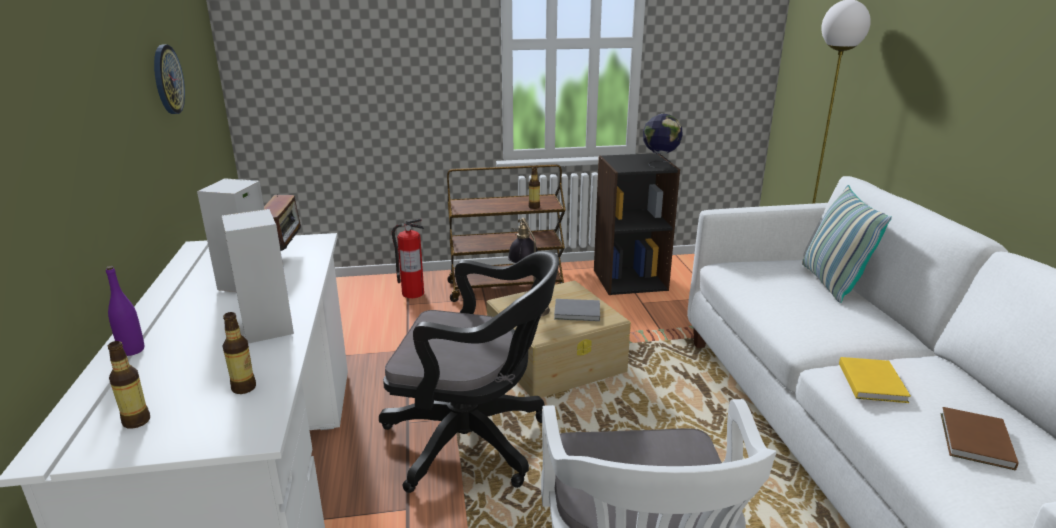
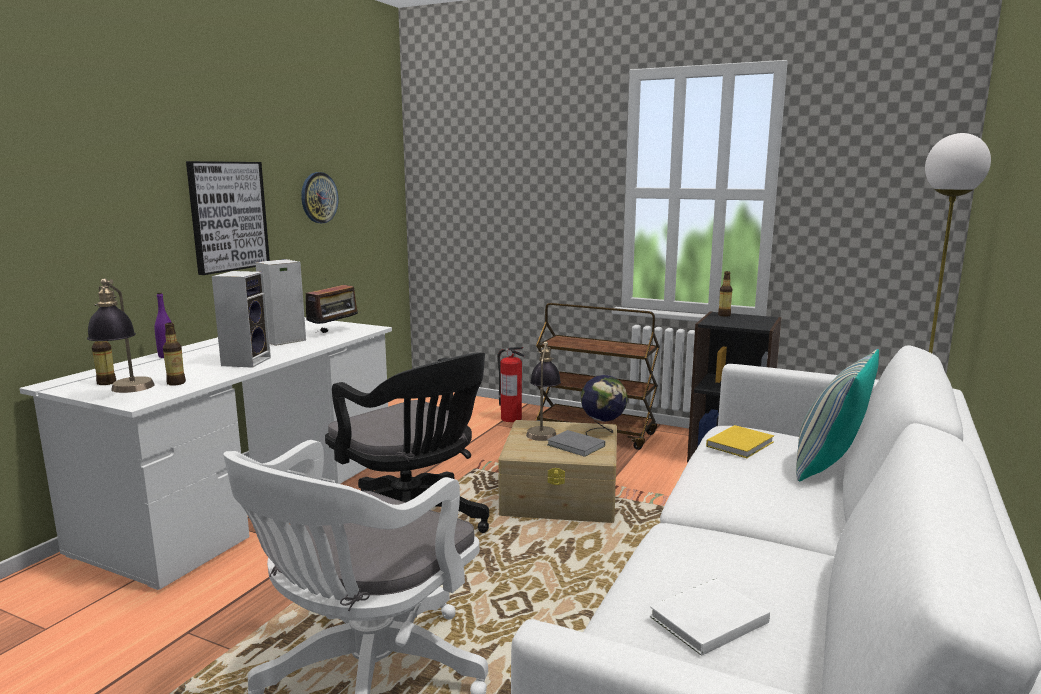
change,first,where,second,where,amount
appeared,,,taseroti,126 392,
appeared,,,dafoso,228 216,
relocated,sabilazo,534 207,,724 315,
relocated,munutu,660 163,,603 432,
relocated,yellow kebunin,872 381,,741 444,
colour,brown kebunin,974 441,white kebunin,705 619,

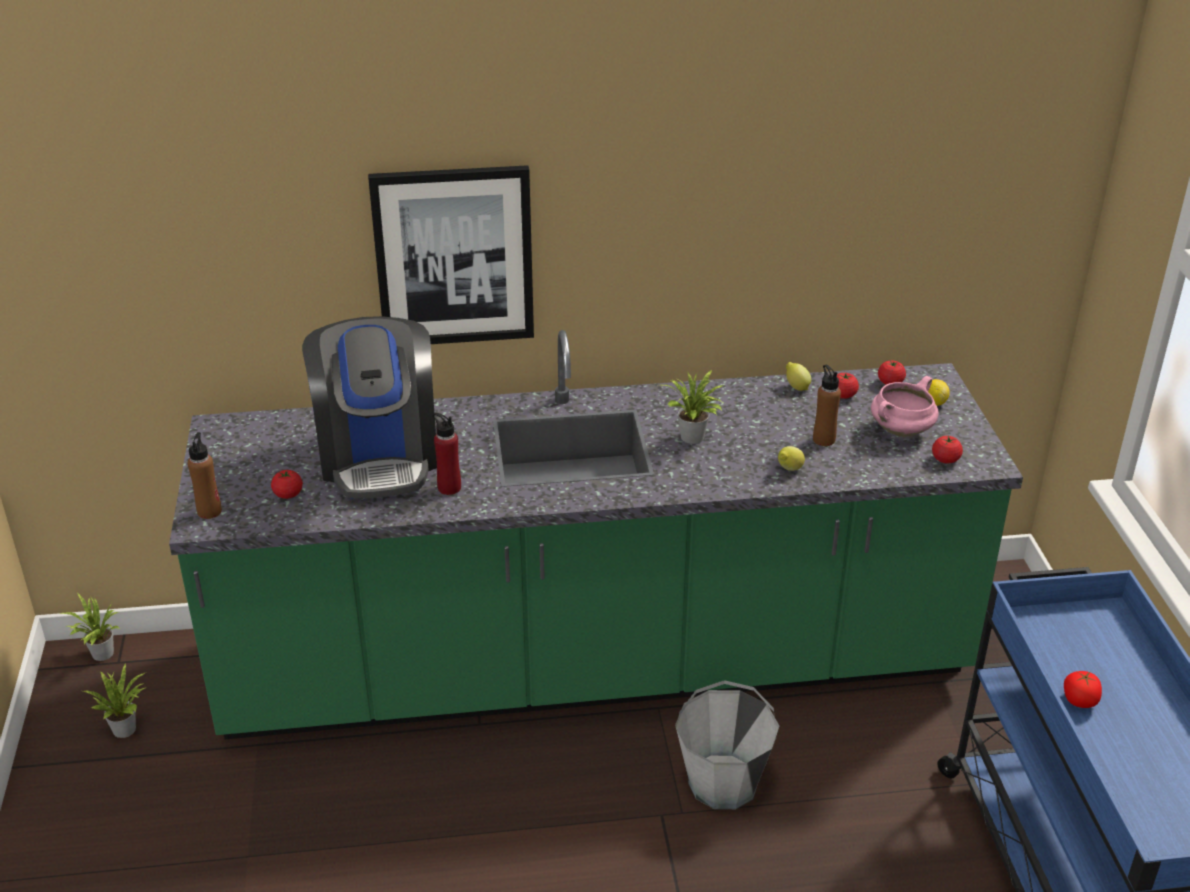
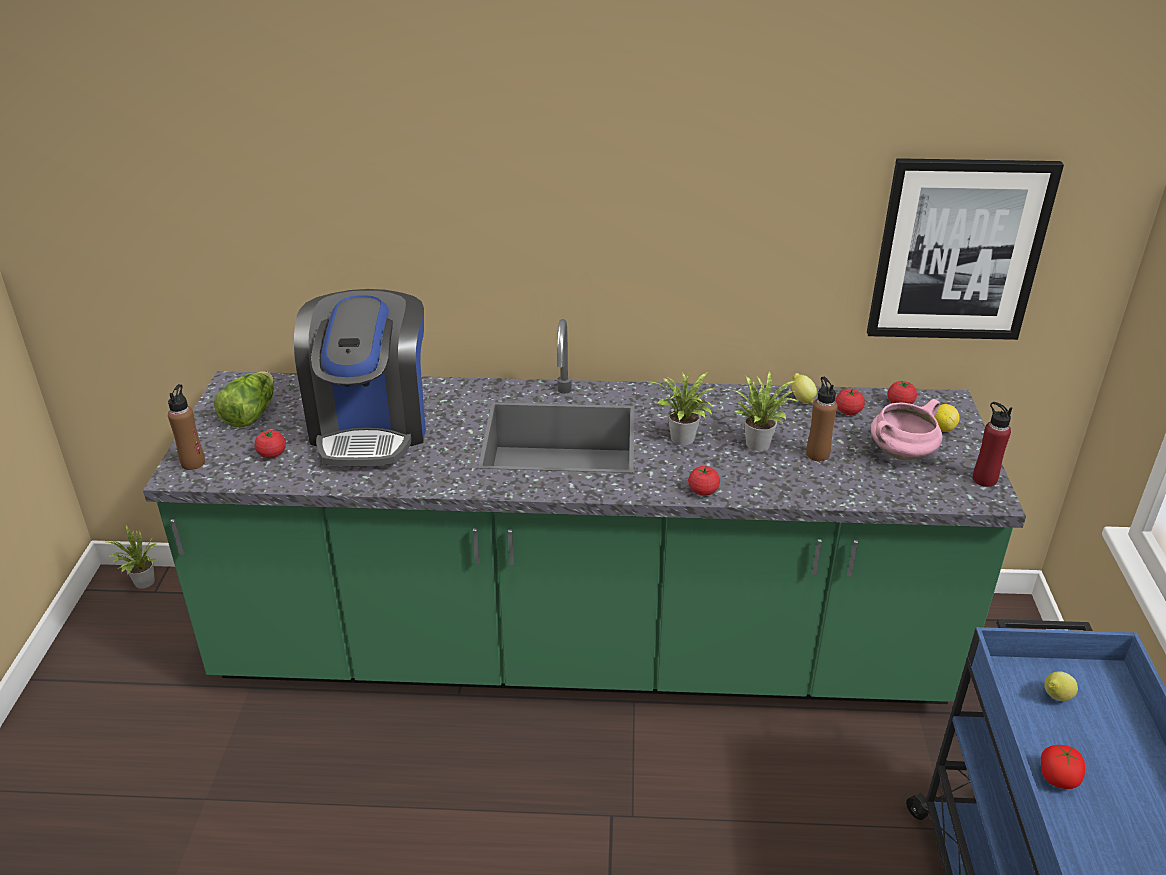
change,first,where,second,where,amount
missing,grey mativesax,723 783,,,
appeared,,,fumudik,250 414,
relocated,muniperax,126 727,,759 442,
relocated,dafoso,454 256,,958 250,
relocated,red sabilazo,449 488,,984 479,
relocated,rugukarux,789 470,,1055 698,
relocated,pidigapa,945 459,,703 491,

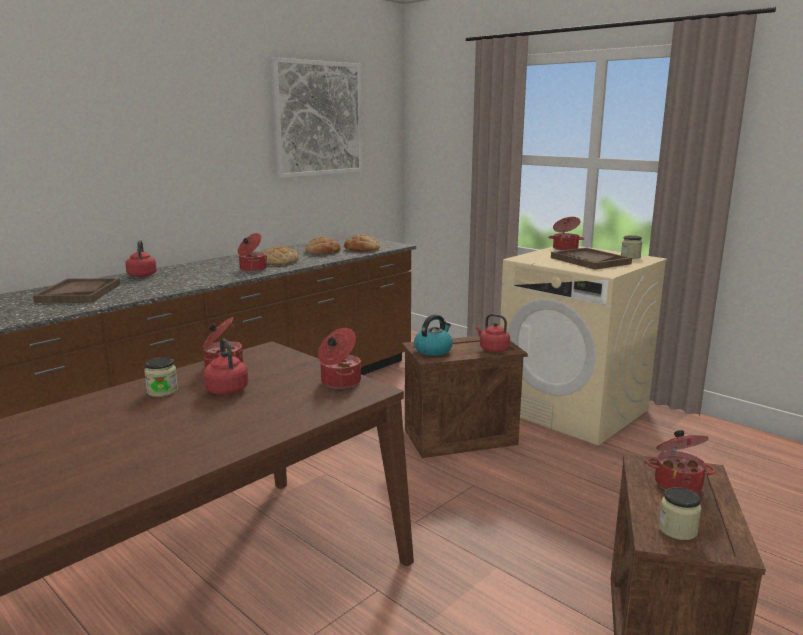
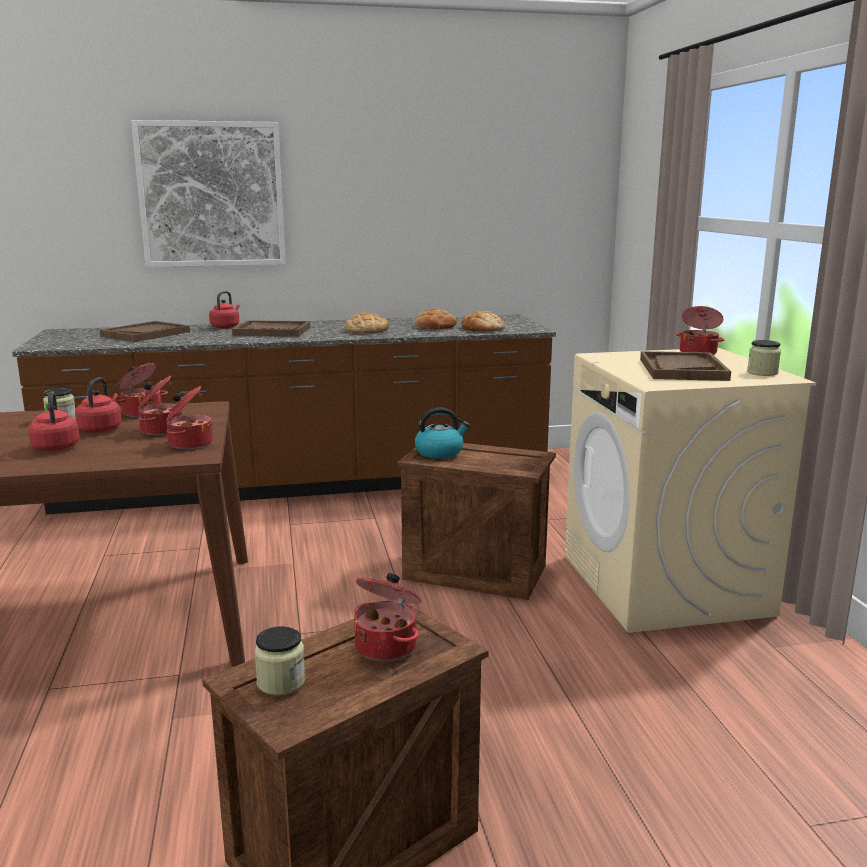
change,first,where,second,where,amount
appeared,,,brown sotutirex,272 331,
relocated,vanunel,252 269,,160 430,
relocated,dafoso,318 119,,211 195,
relocated,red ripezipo,492 349,,56 446,

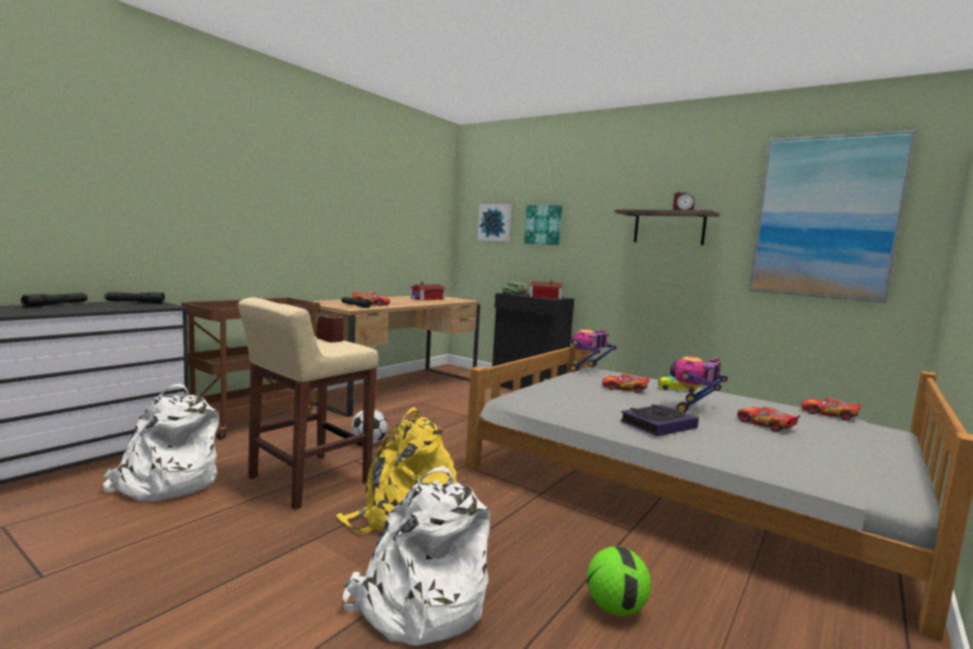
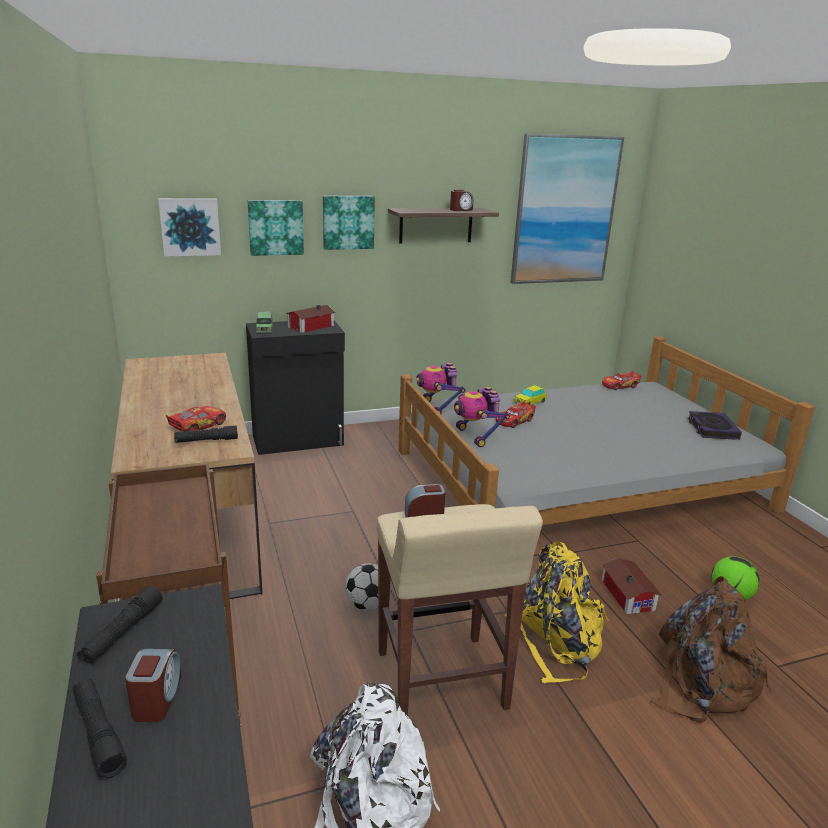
change,first,where,second,where,amount
missing,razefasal,765 425,,,
appeared,,,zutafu,157 698,
appeared,,,dafoso,348 222,
relocated,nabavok,428 299,,628 593,
relocated,kebunin,658 425,,712 429,
relocated,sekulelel,694 408,,476 436,
colour,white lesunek,418 605,brown lesunek,702 681,

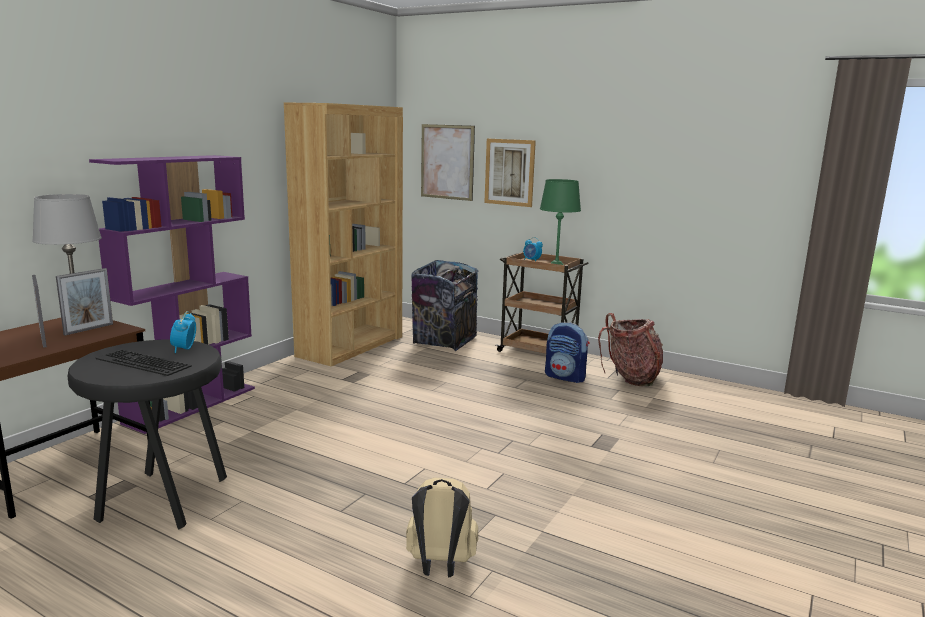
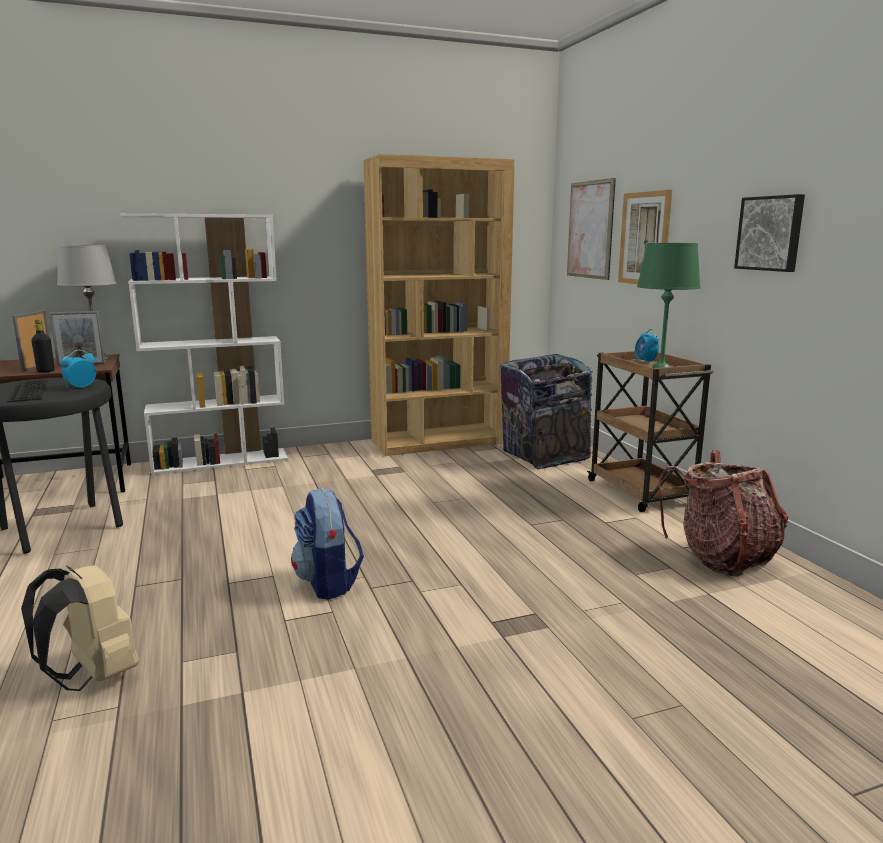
change,first,where,second,where,amount
appeared,,,black sabilazo,46 371,
appeared,,,dafoso,770 233,
relocated,lesunek,566 377,,328 583,
colour,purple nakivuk,192 405,white nakivuk,221 461,

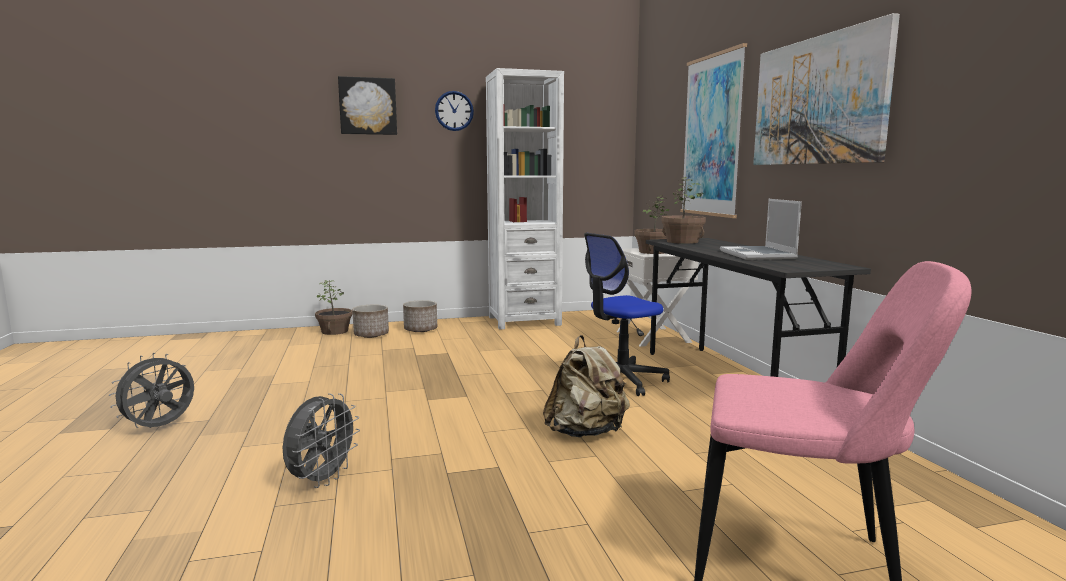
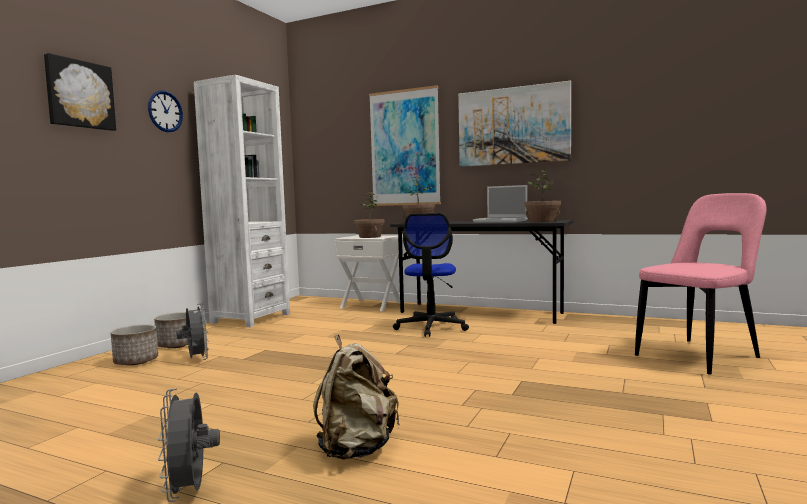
change,first,where,second,where,amount
relocated,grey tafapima,322 480,,196 359,
relocated,muniperax,335 331,,542 221,
relocated,beige lesunek,586 433,,357 449,

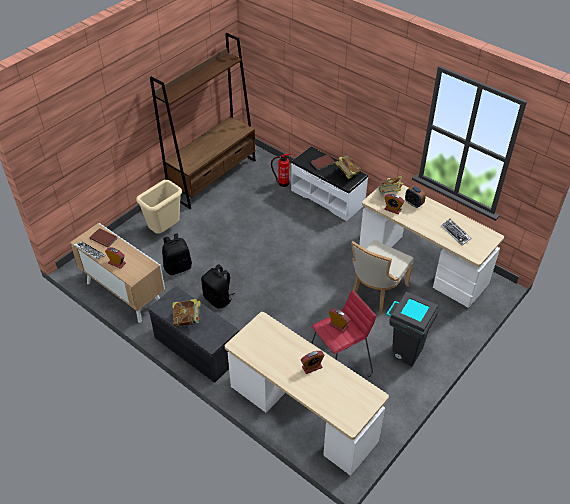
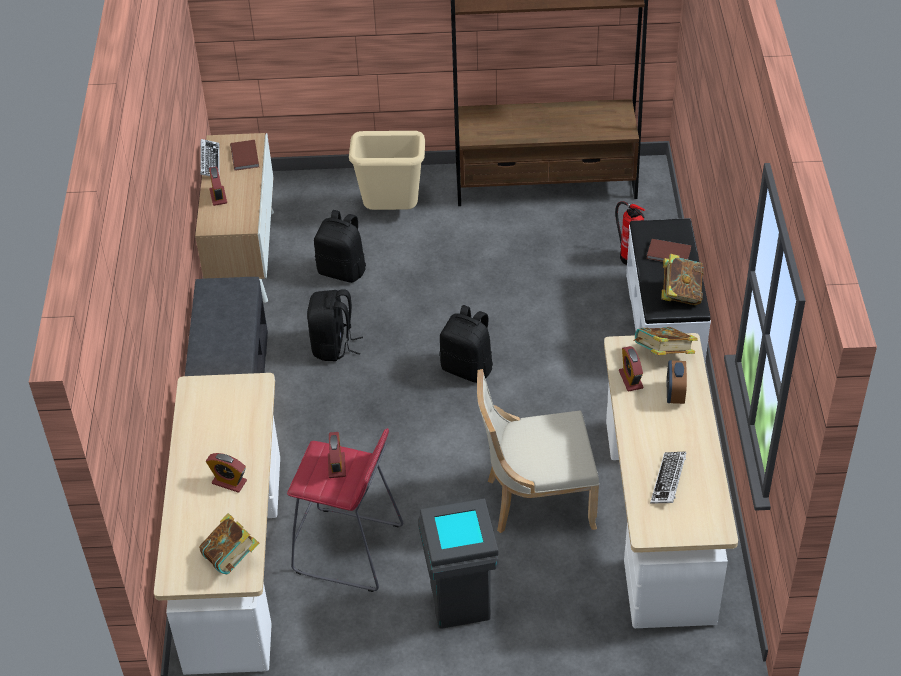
change,first,where,second,where,amount
appeared,,,black lesunek,468 368,
relocated,kebunin,187 320,,231 558,

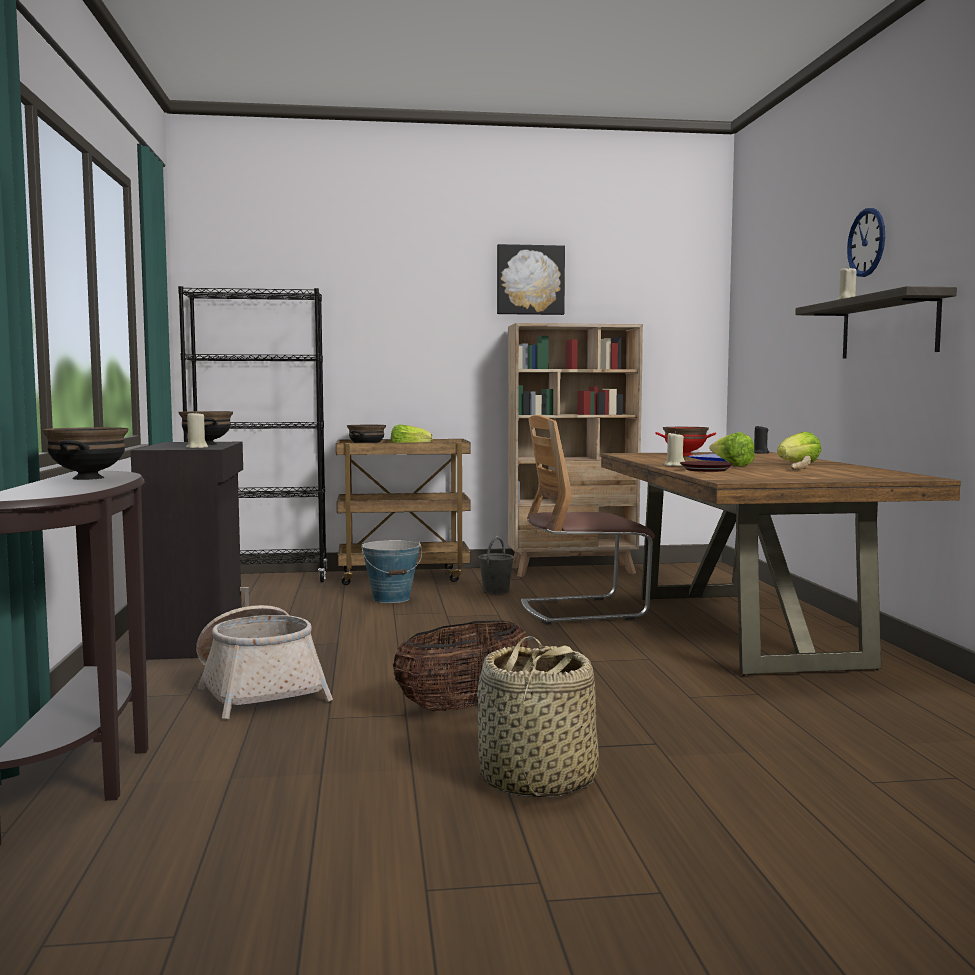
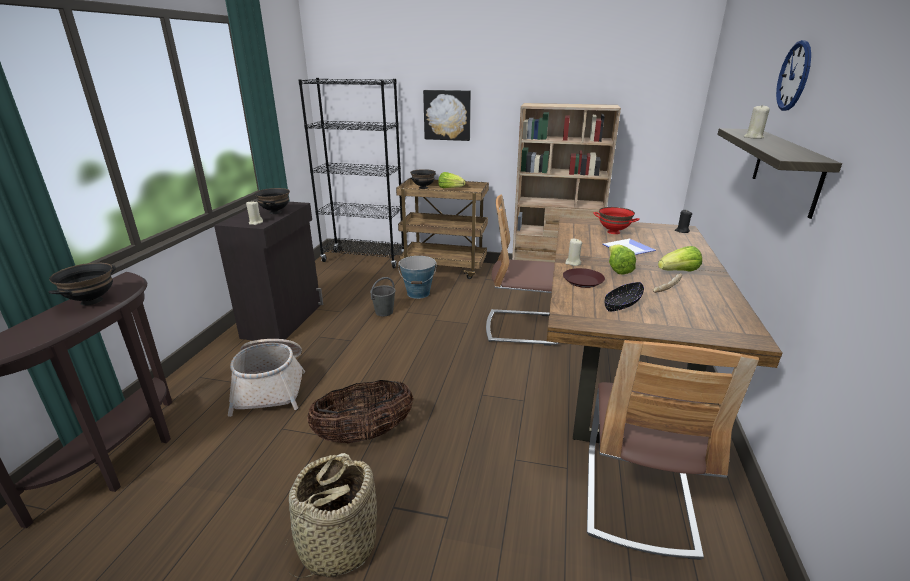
change,first,where,second,where,amount
appeared,,,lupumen,638 498,
appeared,,,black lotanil,622 304,
relocated,grey mativesax,496 590,,384 312,
relocated,dafoso,530 280,,447 115,

